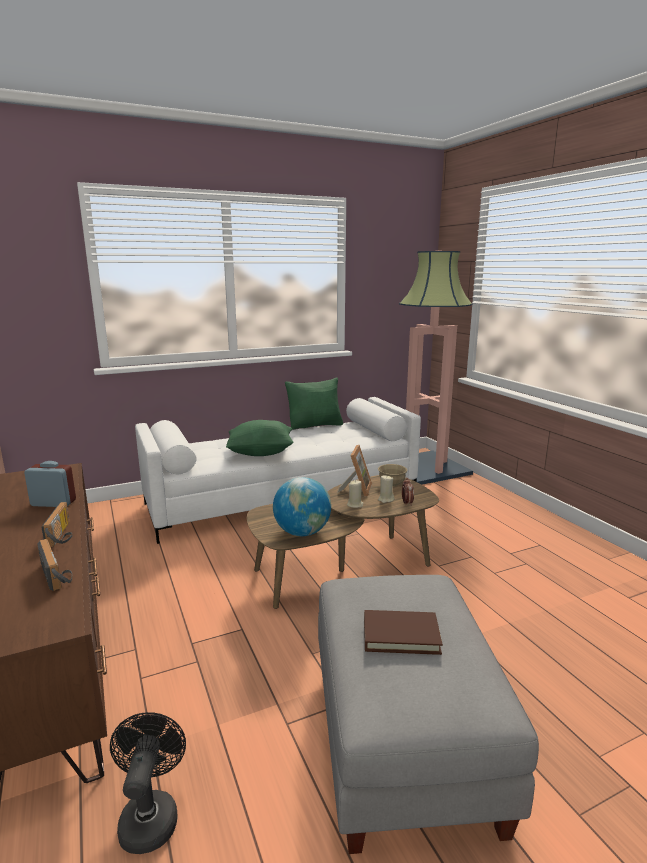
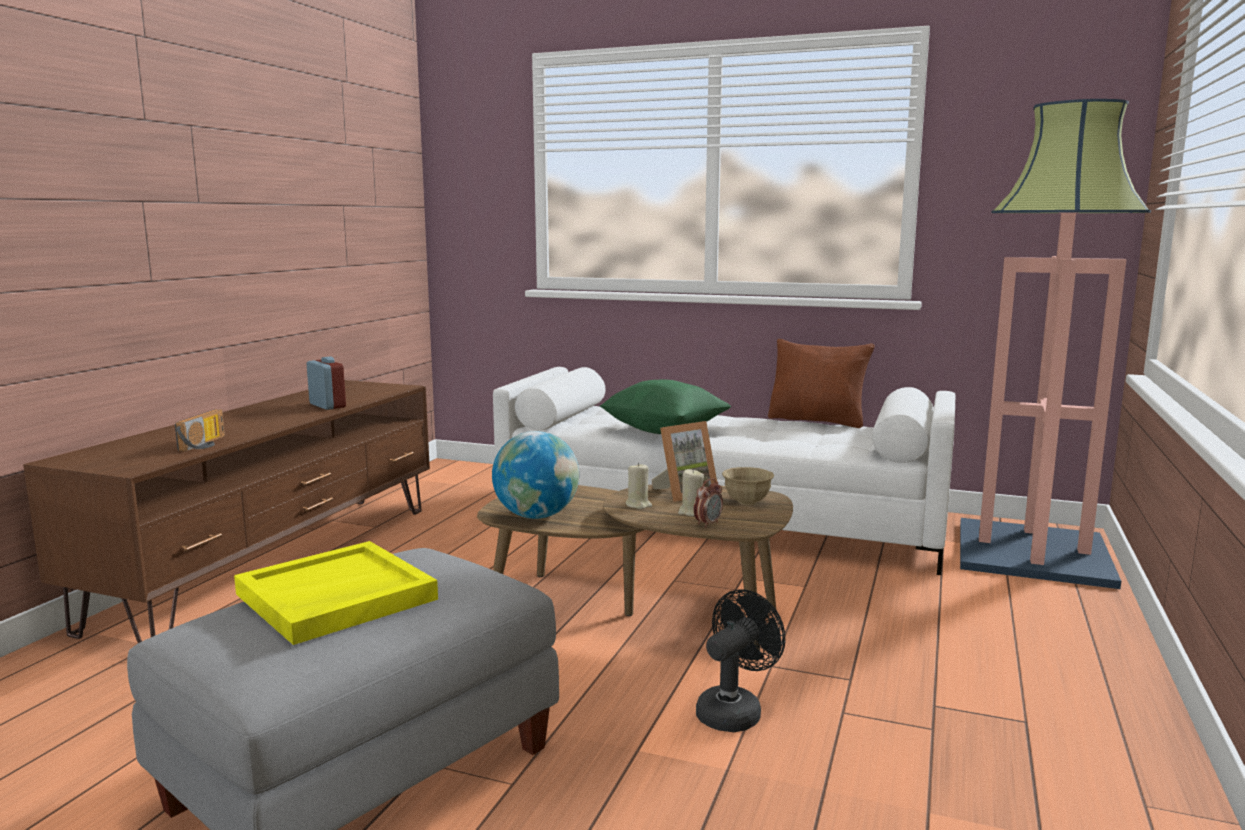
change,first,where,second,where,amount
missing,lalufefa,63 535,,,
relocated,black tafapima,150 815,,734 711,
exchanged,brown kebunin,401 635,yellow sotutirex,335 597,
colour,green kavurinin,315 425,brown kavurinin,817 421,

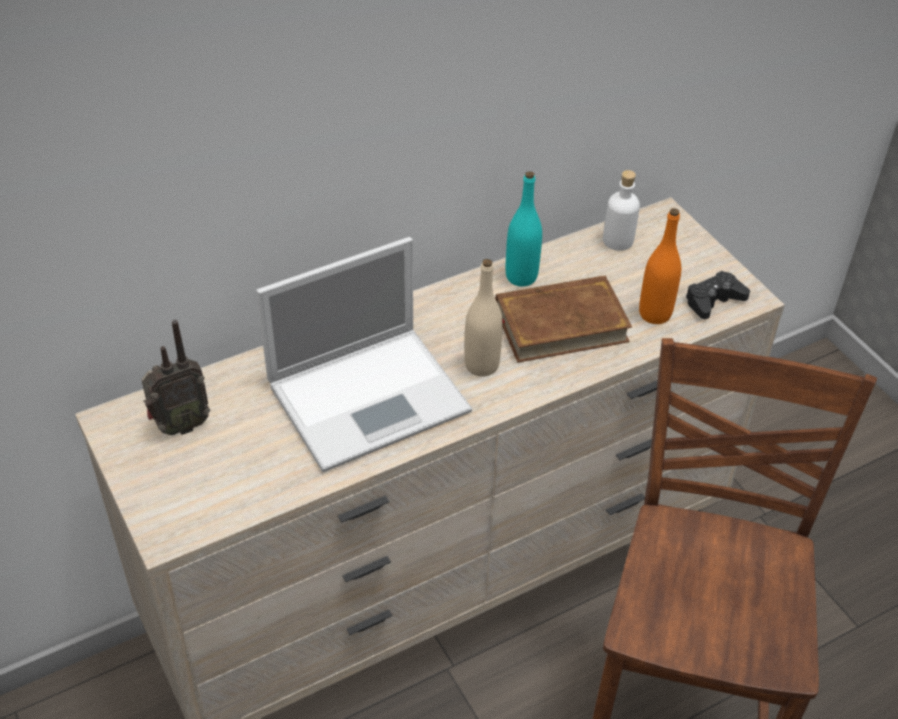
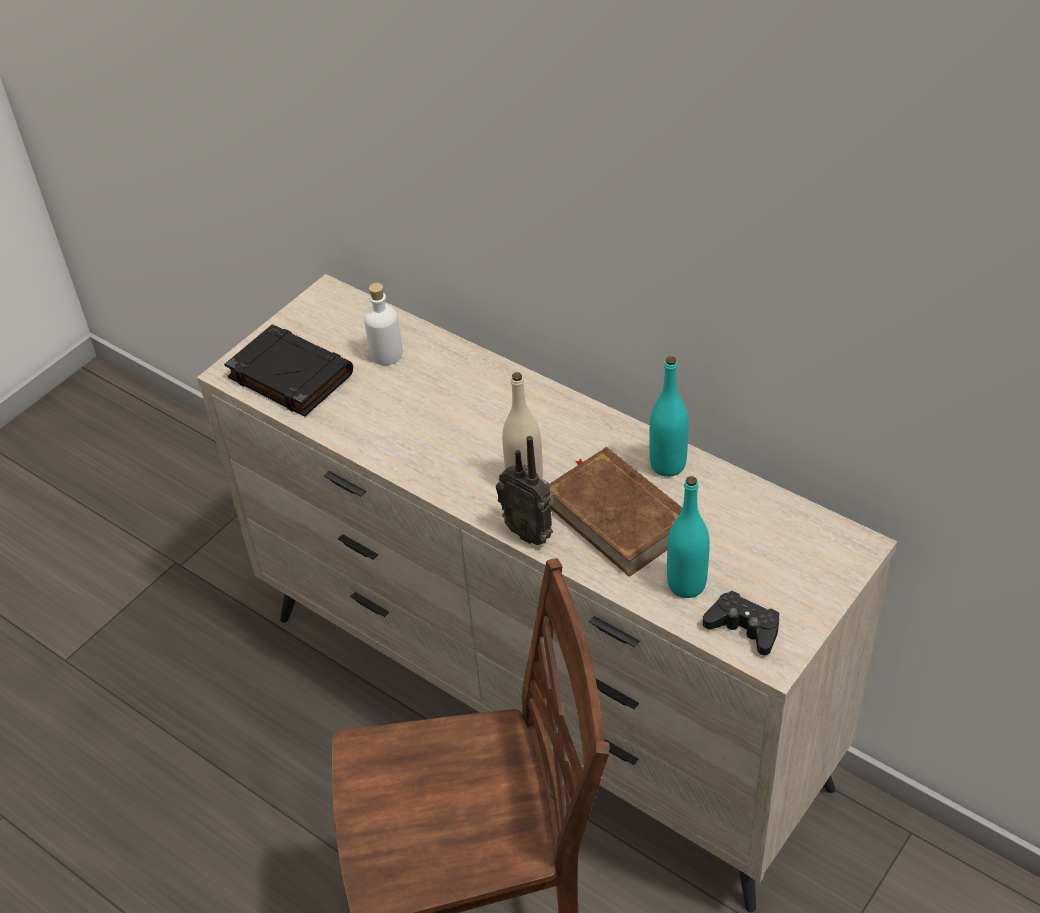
change,first,where,second,where,amount
missing,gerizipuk,372 396,,,
appeared,,,black kebunin,289 376,
relocated,lalufefa,179 425,,530 532,
relocated,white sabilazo,618 240,,386 354,
colour,orange sabilazo,655 314,turquoise sabilazo,686 584,

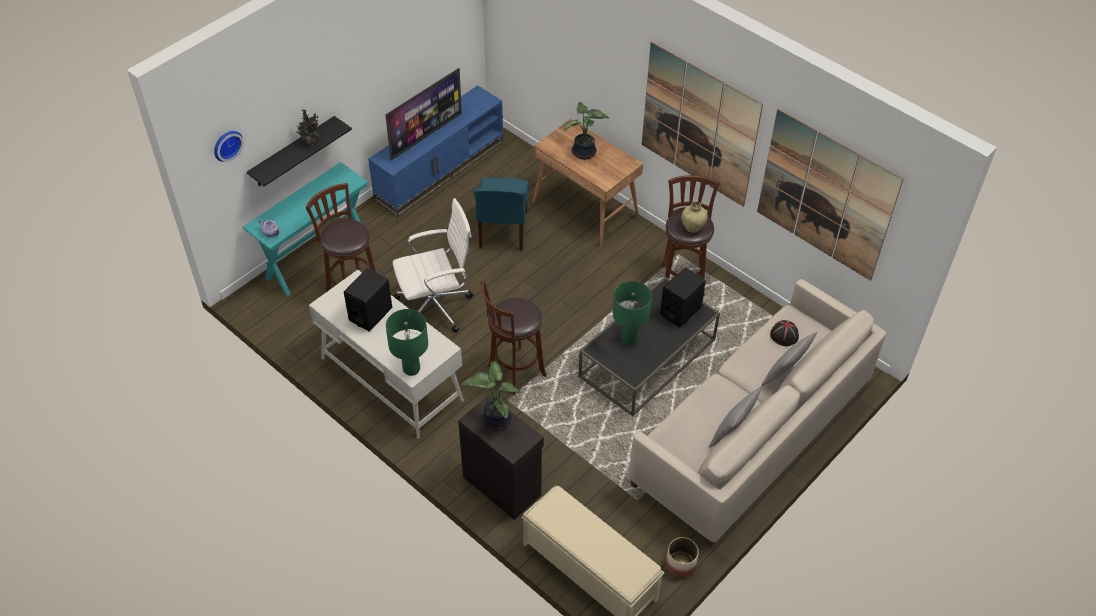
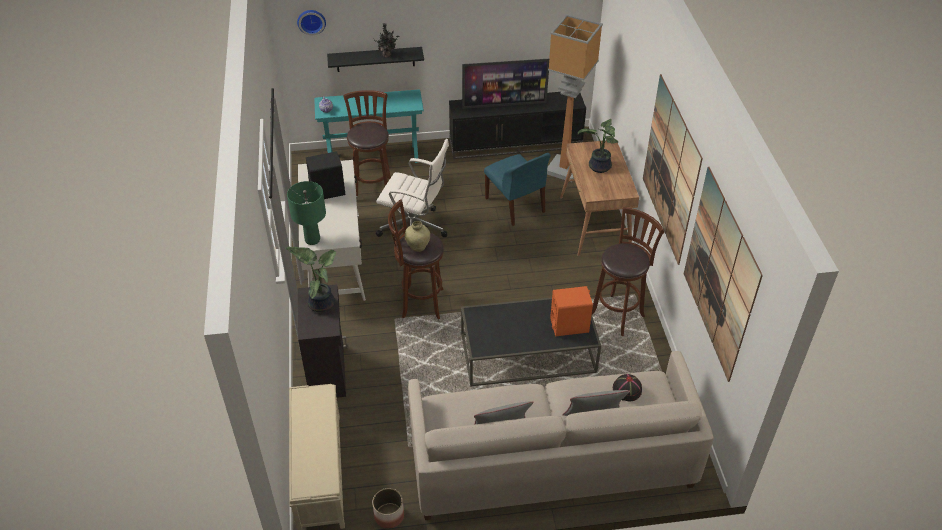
change,first,where,second,where,amount
missing,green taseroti,628 338,,,
appeared,,,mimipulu,565 169,
relocated,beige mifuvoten,693 228,,418 247,
colour,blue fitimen,440 169,black fitimen,516 143,
colour,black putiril,680 311,orange putiril,569 325,
spun,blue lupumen,503 231,,516 206,75 degrees counterclockwise

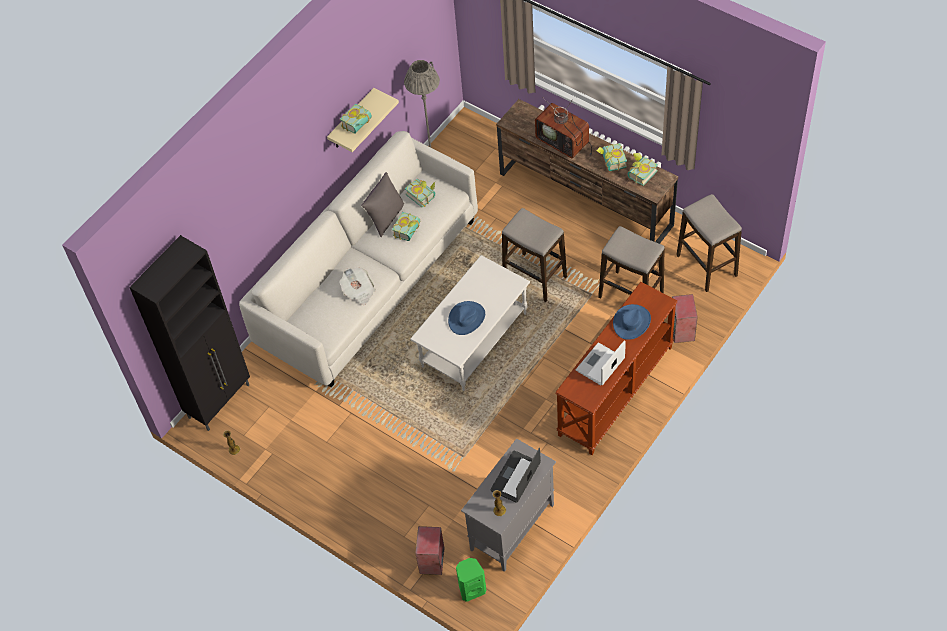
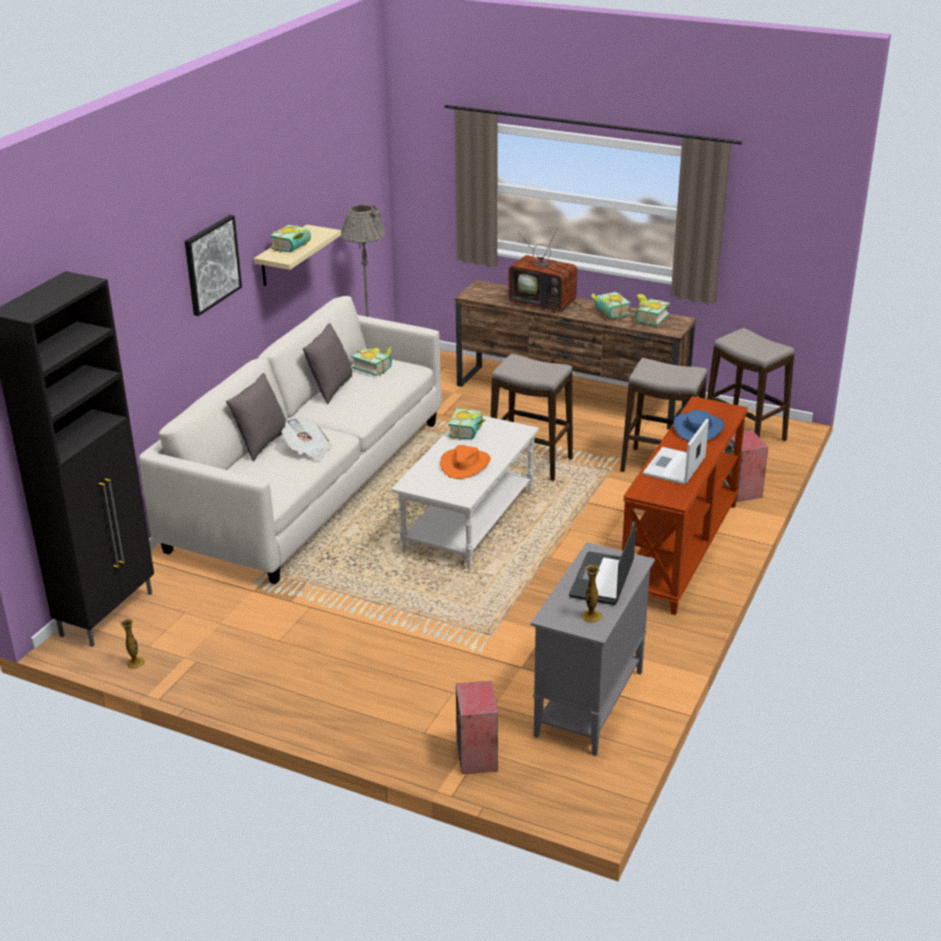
change,first,where,second,where,amount
missing,green putiril,471 589,,,
appeared,,,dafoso,211 264,
appeared,,,grey kavurinin,261 444,
relocated,kebunin,409 231,,469 432,
colour,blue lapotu,466 318,orange lapotu,465 464,

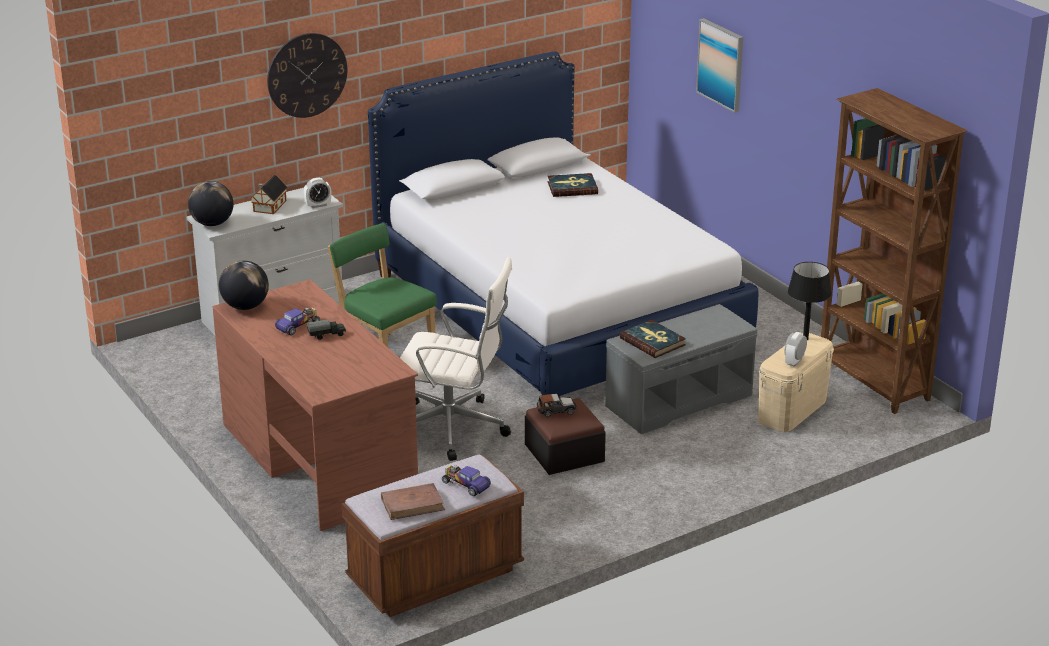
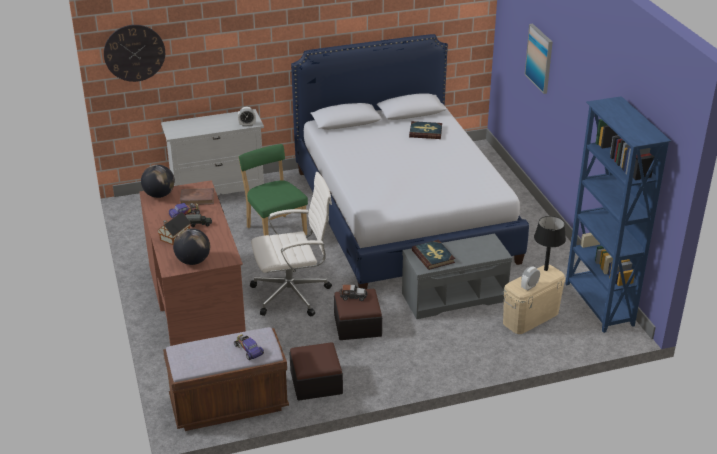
change,first,where,second,where,amount
appeared,,,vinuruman,316 382,
relocated,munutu,212 223,,193 261,
relocated,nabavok,268 206,,174 236,
relocated,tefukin,307 75,,134 53,
relocated,brown kebunin,412 504,,197 198,
colour,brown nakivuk,873 382,blue nakivuk,598 305,
spun,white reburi,454 429,,293 294,45 degrees counterclockwise

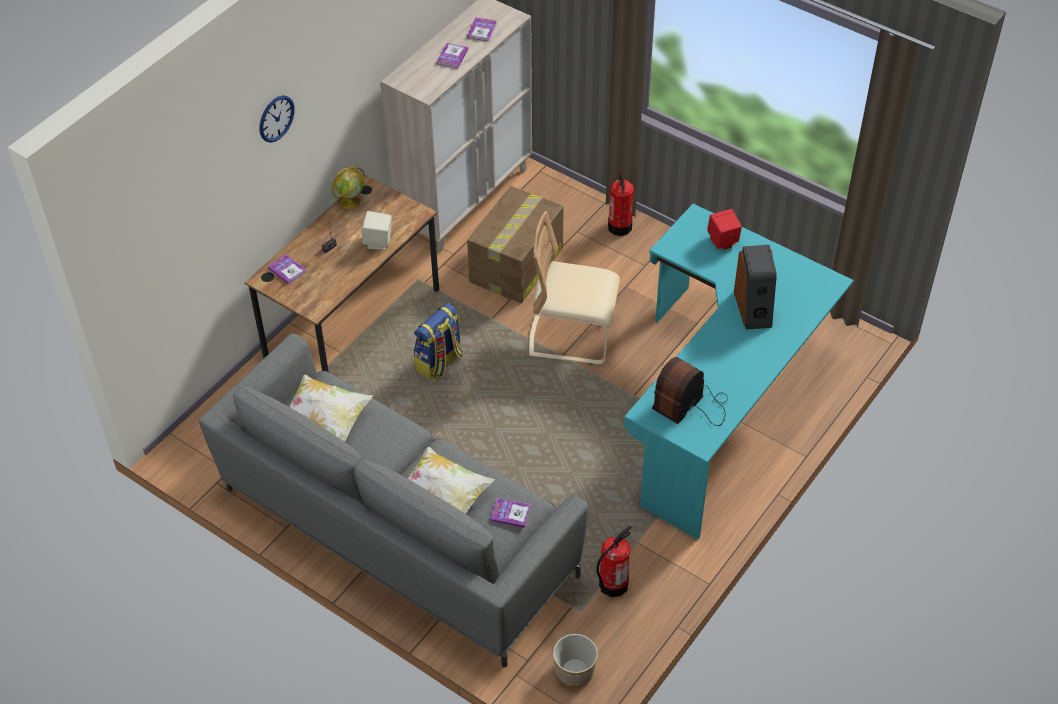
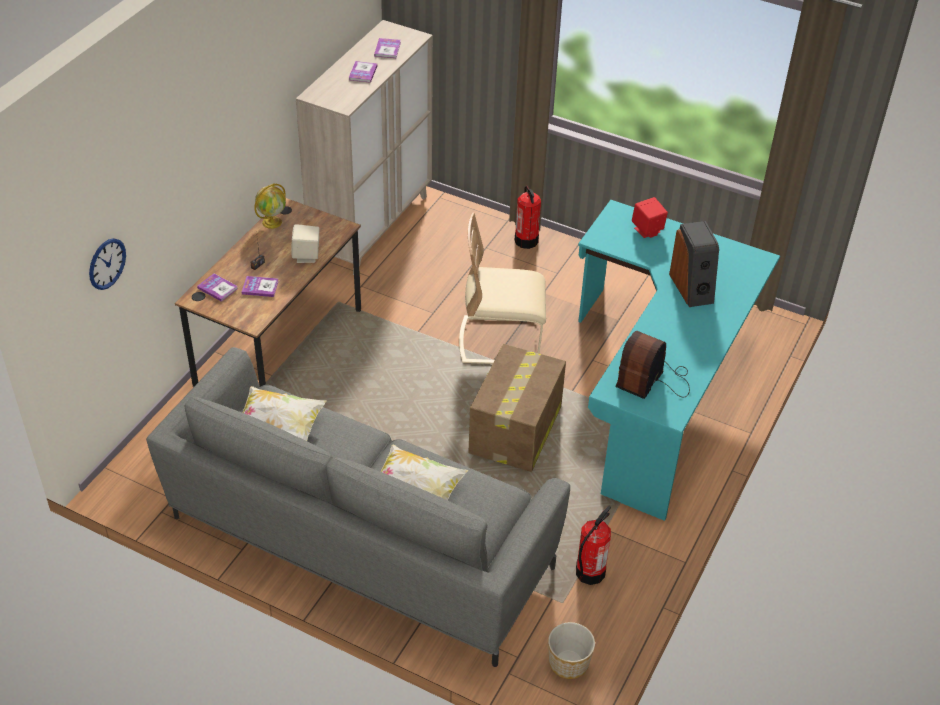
change,first,where,second,where,amount
missing,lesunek,439 363,,,
relocated,tefukin,276 118,,107 263,
relocated,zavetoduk,515 266,,515 430,
relocated,kebunin,510 513,,260 287,

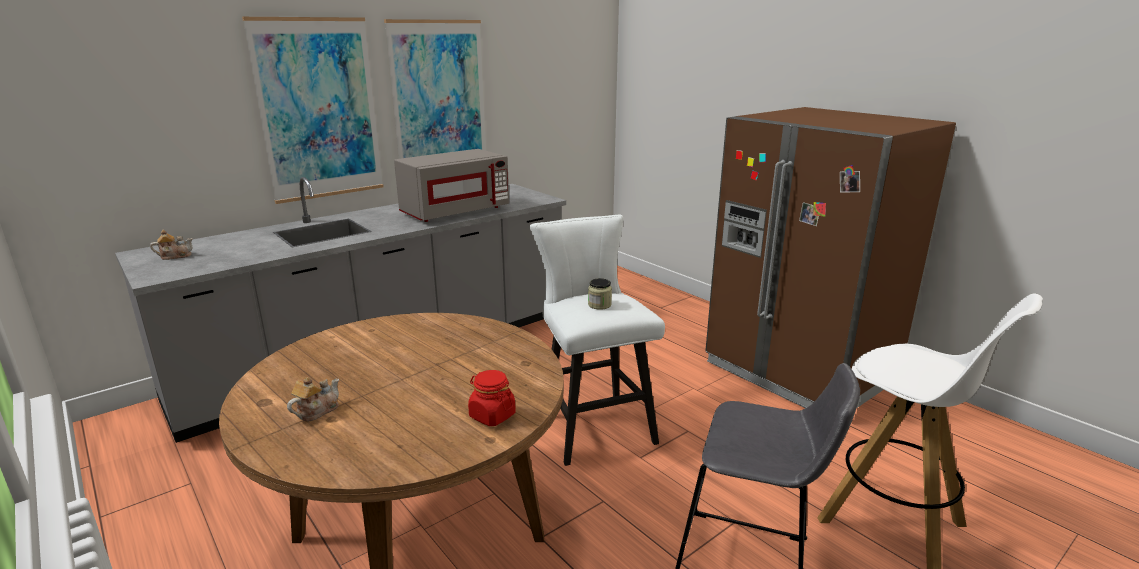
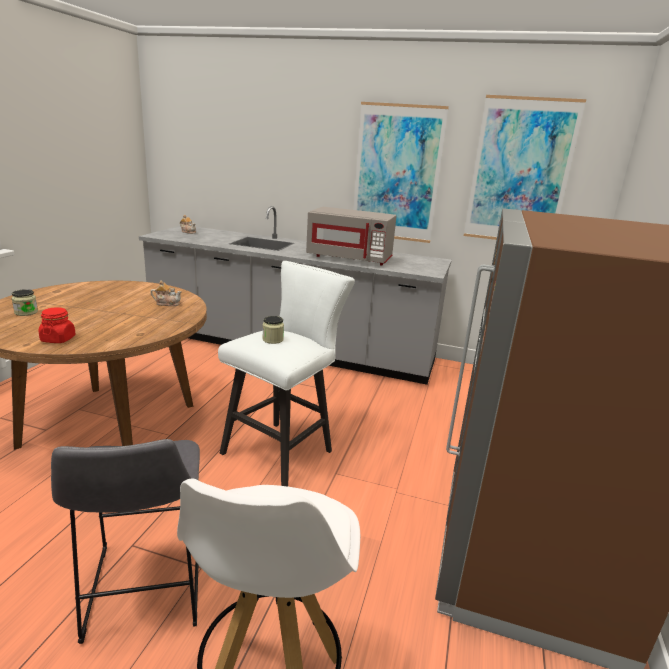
change,first,where,second,where,amount
appeared,,,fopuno,26 312,
relocated,dafoso,319 110,,520 172,
relocated,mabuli,316 411,,167 303,

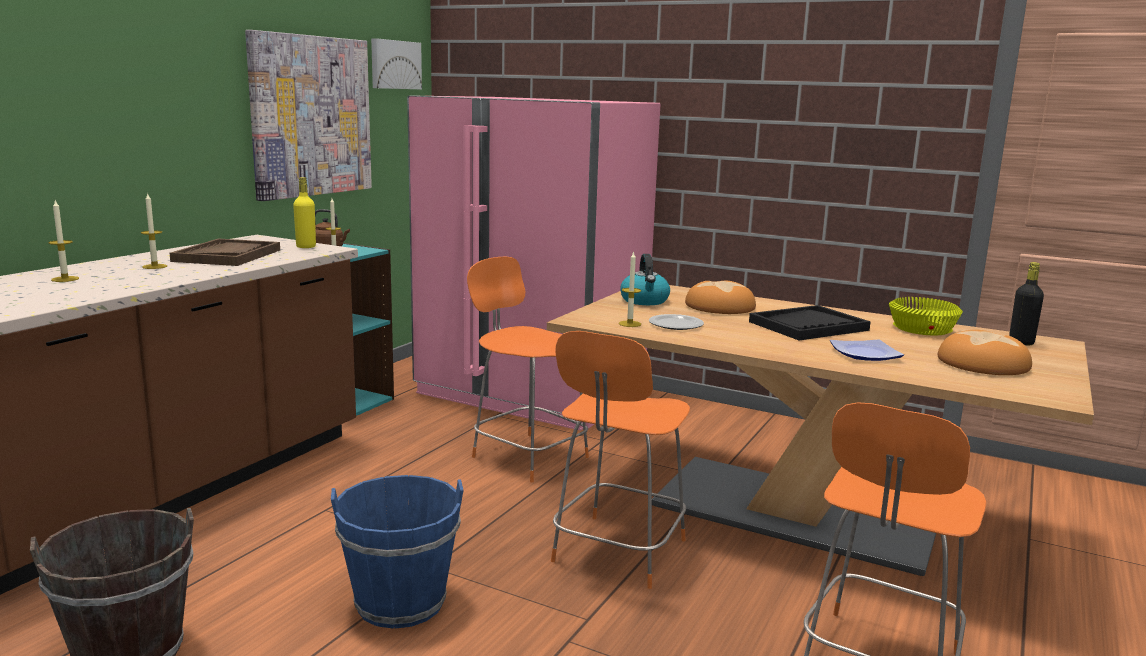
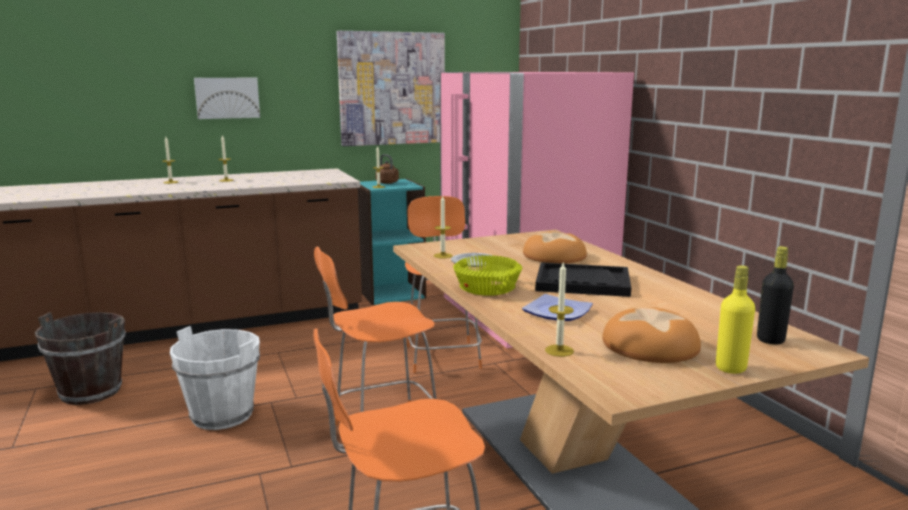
change,first,where,second,where,amount
missing,brown sotutirex,227 255,,,
missing,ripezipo,645 301,,,
appeared,,,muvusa,559 350,
relocated,yellow sabilazo,306 247,,730 368,
relocated,dafoso,394 64,,227 98,
relocated,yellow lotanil,921 329,,486 287,
colour,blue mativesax,400 603,white mativesax,223 415,

